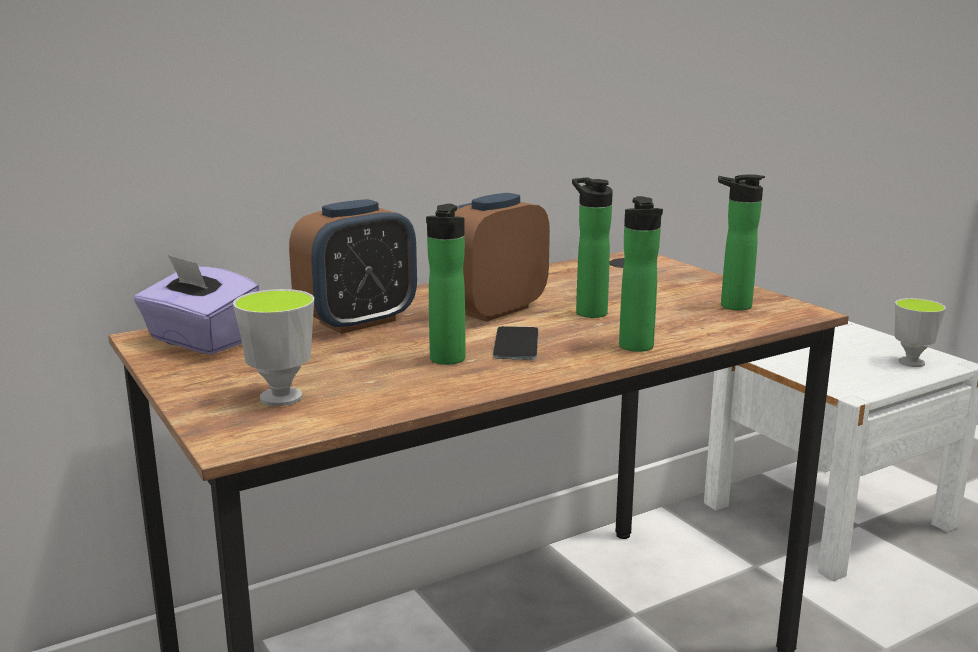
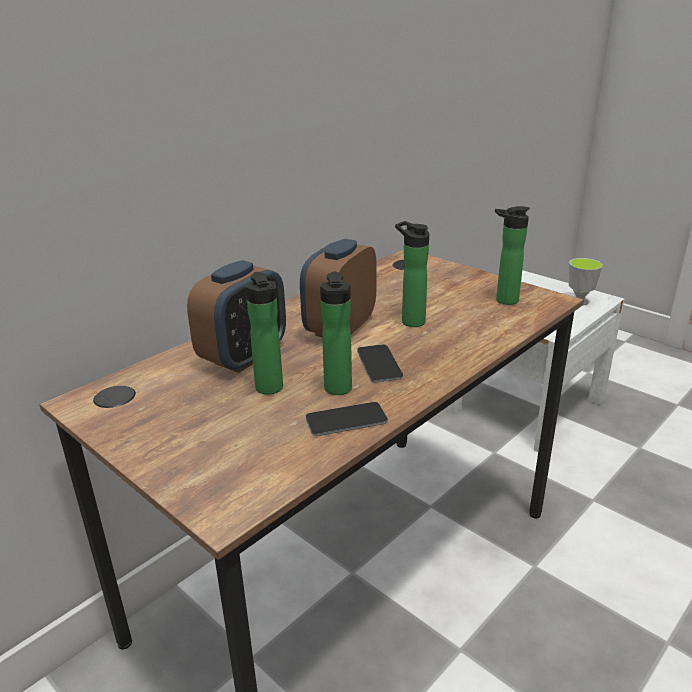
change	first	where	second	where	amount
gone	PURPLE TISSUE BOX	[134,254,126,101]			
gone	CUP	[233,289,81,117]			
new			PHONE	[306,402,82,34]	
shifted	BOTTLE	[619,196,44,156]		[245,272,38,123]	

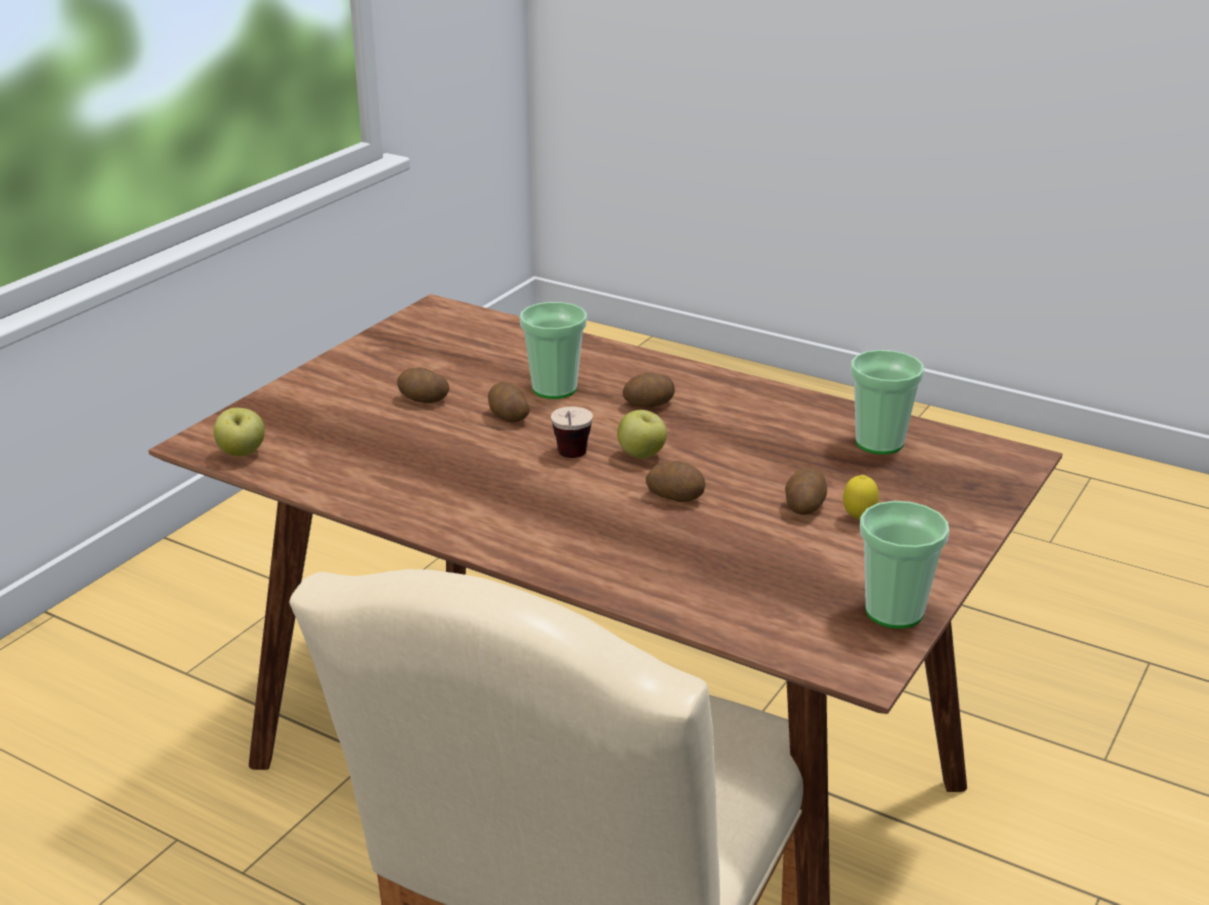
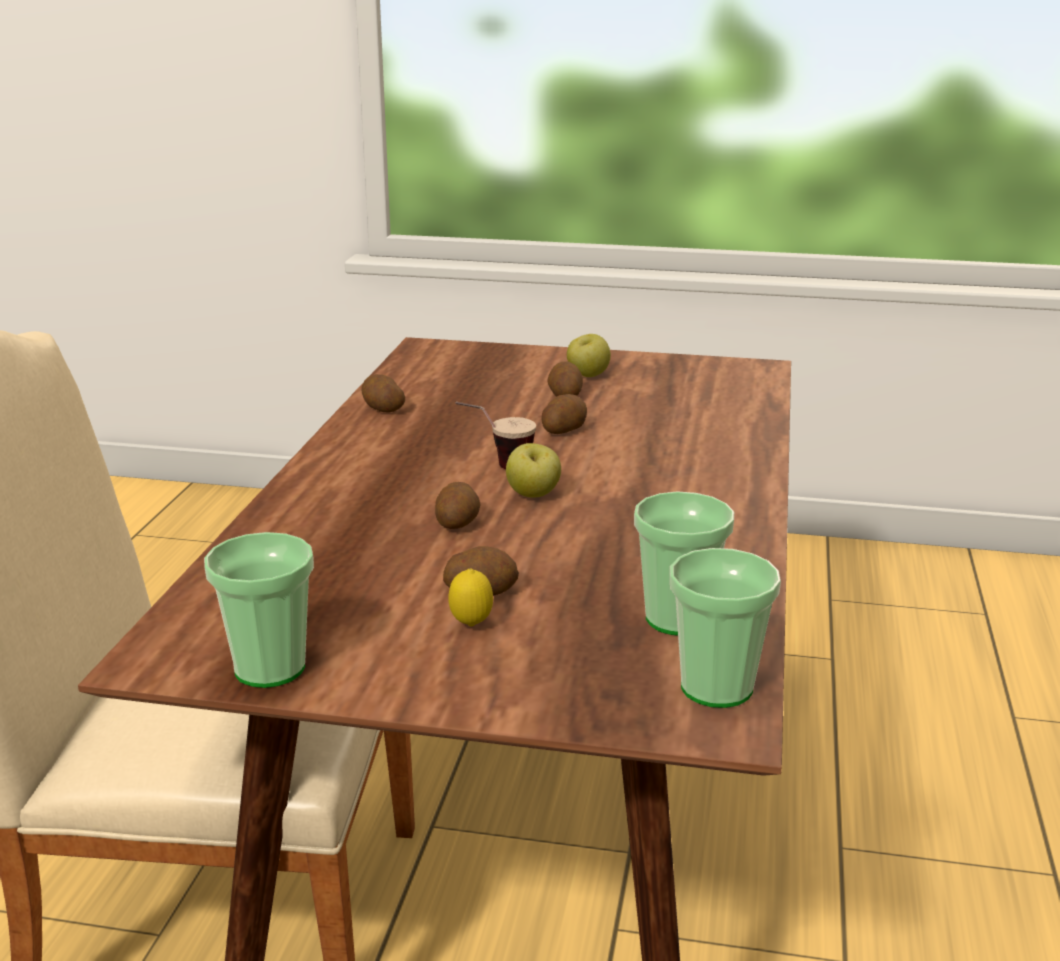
change	first	where	second	where	amount
shifted	APPLE	[214,408,51,48]		[567,334,44,43]	
shifted	CUP	[520,302,67,97]		[670,548,111,160]	
shifted	POTATO	[622,372,53,35]		[362,374,43,39]	

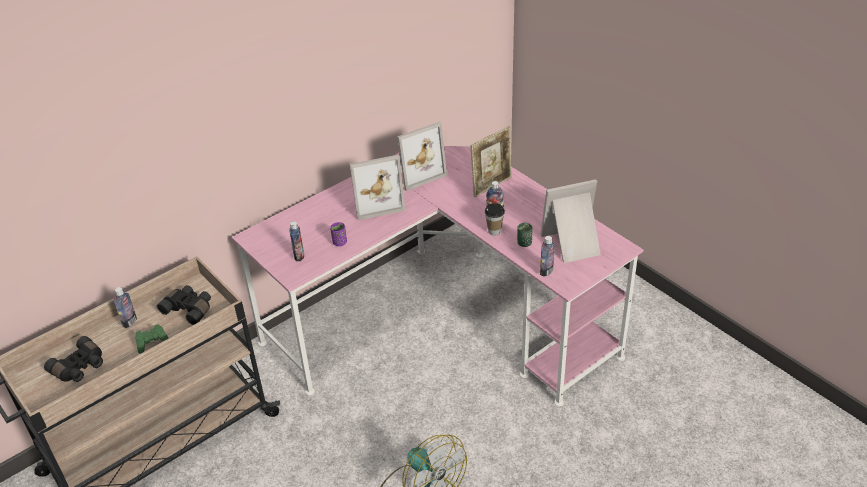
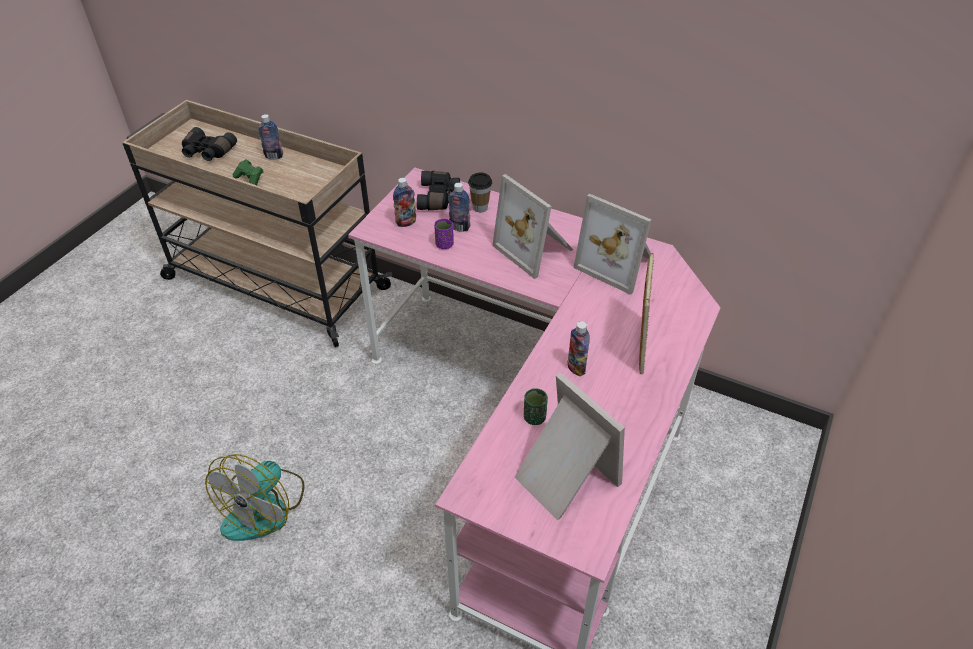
change	first	where	second	where	amount
shifted	BLACK BINOCULARS	[157,285,54,40]		[417,171,43,39]	
shifted	CUP	[485,203,20,33]		[468,173,24,39]	
shifted	BOTTLE	[540,236,15,41]		[448,183,23,49]	
rotated	PICTURE FRAME	[471,126,41,71]		[639,253,15,121]	105 degrees counterclockwise

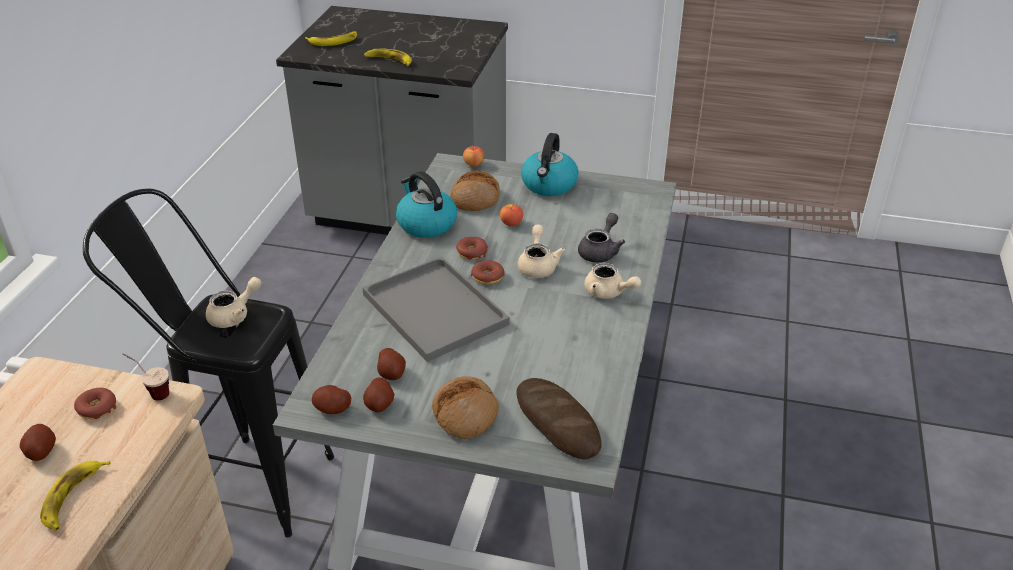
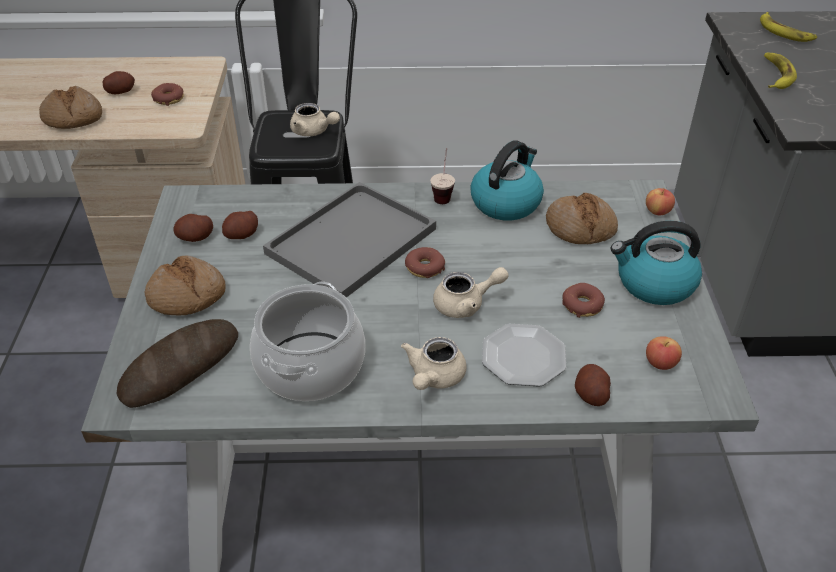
change	first	where	second	where	amount
new			COOKING POT	[250,282,115,119]	
shifted	CUP	[123,353,46,47]		[430,148,25,56]	
shifted	POTATO	[312,385,39,29]		[575,364,36,42]	
shifted	DONUT	[456,237,32,23]		[562,283,43,35]	
shifted	APPLE	[500,204,23,22]		[646,336,36,34]	
swapped	BANANA	[40,461,71,70]	BREAD	[39,86,63,43]	
swapped	GREY TEAPOT	[578,213,47,50]	PLATE	[482,324,84,63]	

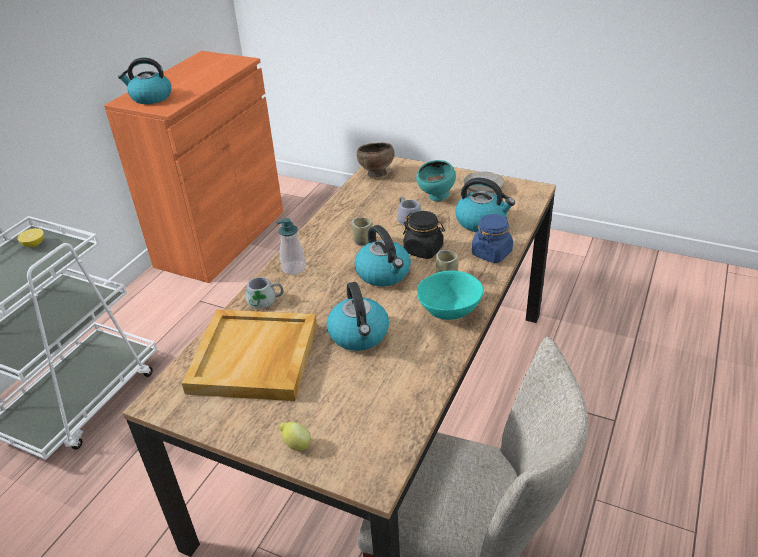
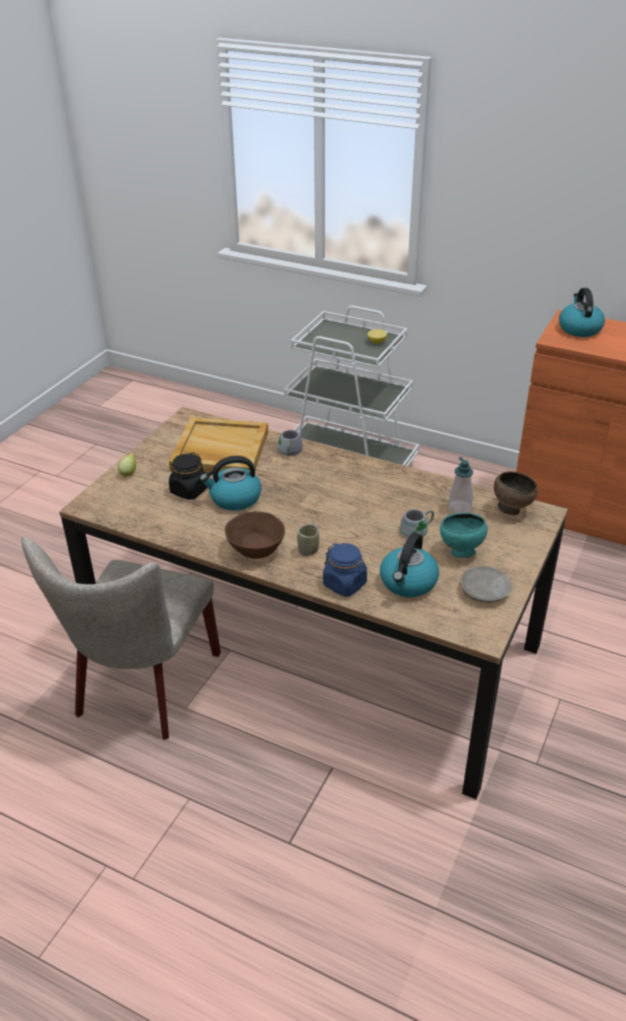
change	first	where	second	where	amount
gone	CUP	[352,218,21,28]			
gone	KETTLE	[355,225,56,62]			
shifted	SOAP DISPENSER	[277,218,29,57]		[448,457,25,56]	
shifted	BLACK JAR	[403,211,42,48]		[169,452,38,48]	
repainted	TURQUOISE BOWL	[417,271,66,49]	BROWN BOWL	[225,511,60,48]	

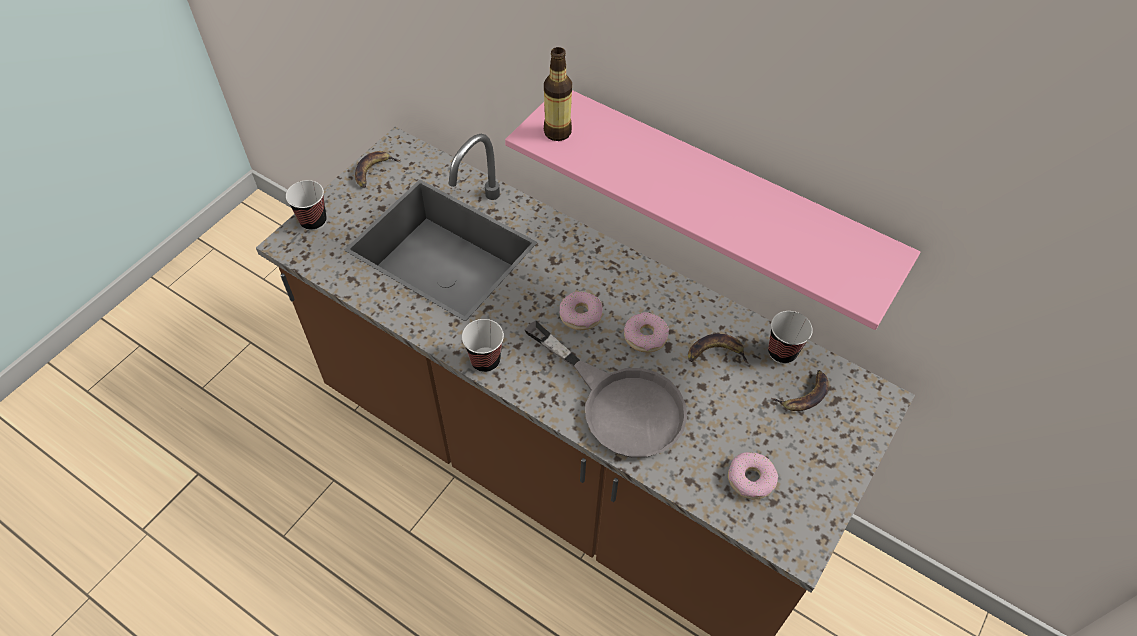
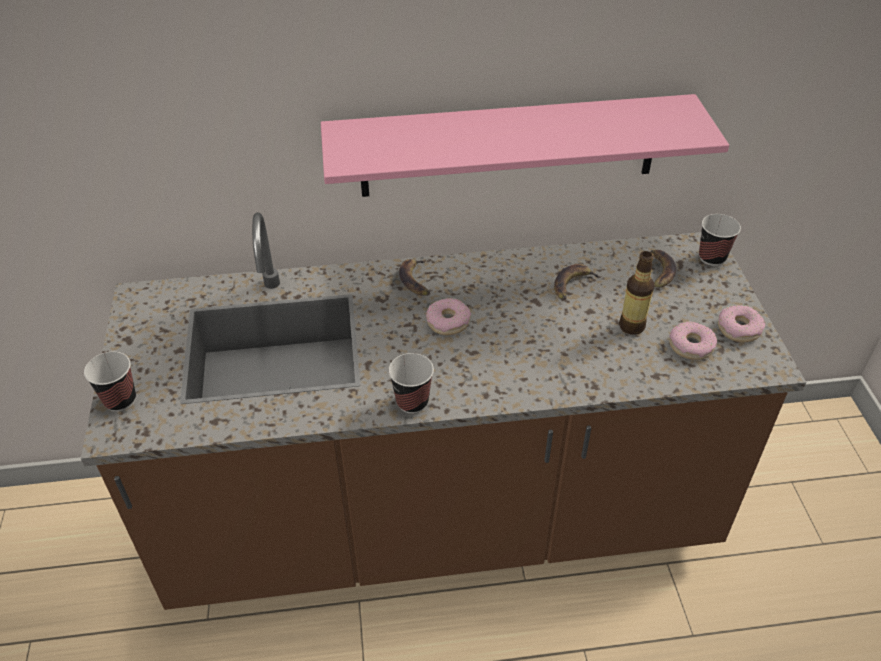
change	first	where	second	where	amount
gone	GREY FRYING PAN	[525,321,162,137]			
shifted	BANANA	[355,151,45,37]		[399,259,31,37]	
shifted	BOTTLE	[544,47,28,94]		[619,251,35,84]	
shifted	DONUT	[624,312,45,41]		[718,305,47,37]	
shifted	CUP	[768,311,45,53]		[699,214,42,52]	

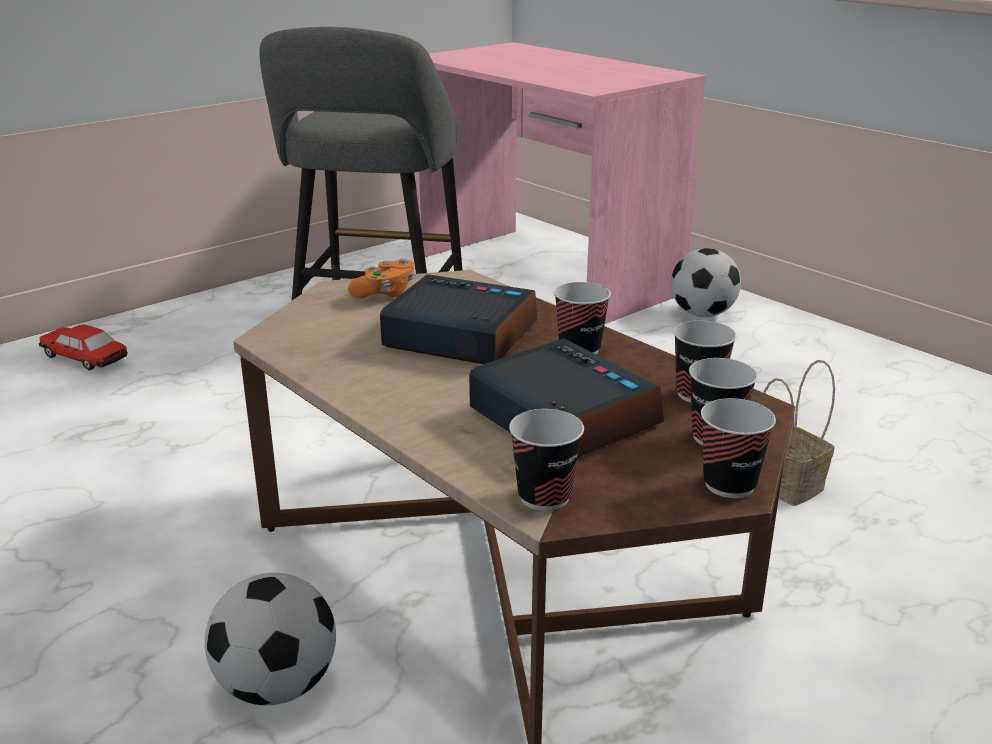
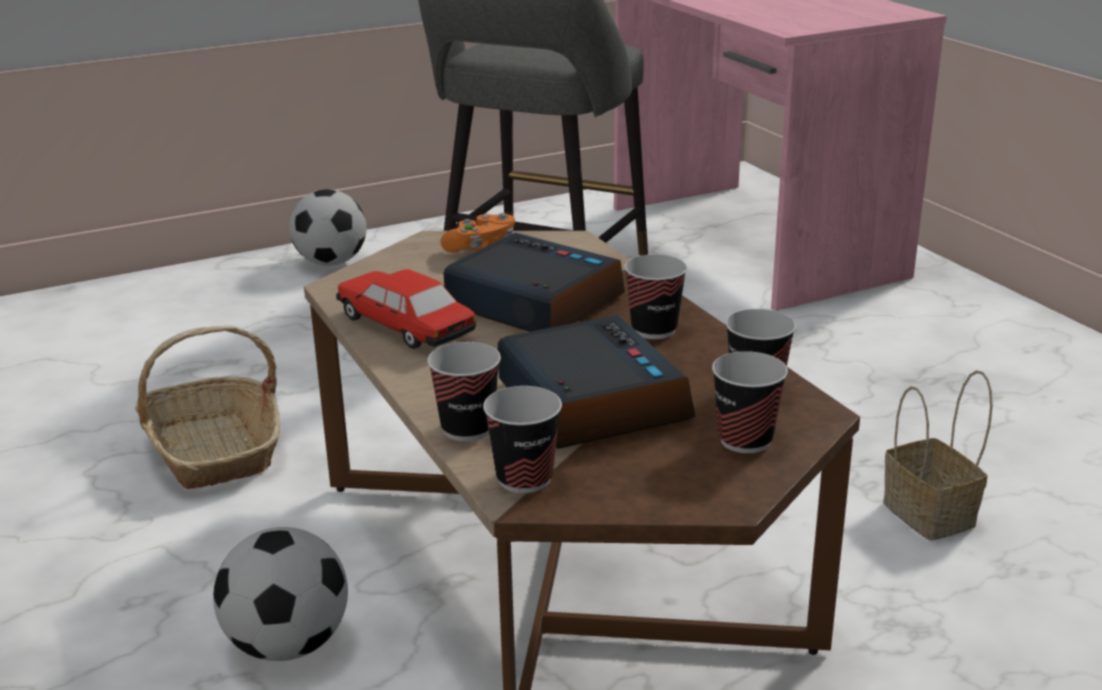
change	first	where	second	where	amount
new			BASKET	[135,326,145,163]	
shifted	TOY CAR	[39,324,89,46]		[336,269,140,80]	
shifted	FOOTBALL	[671,248,70,69]		[289,189,77,77]	
shifted	CUP	[701,398,75,100]		[427,342,74,99]	

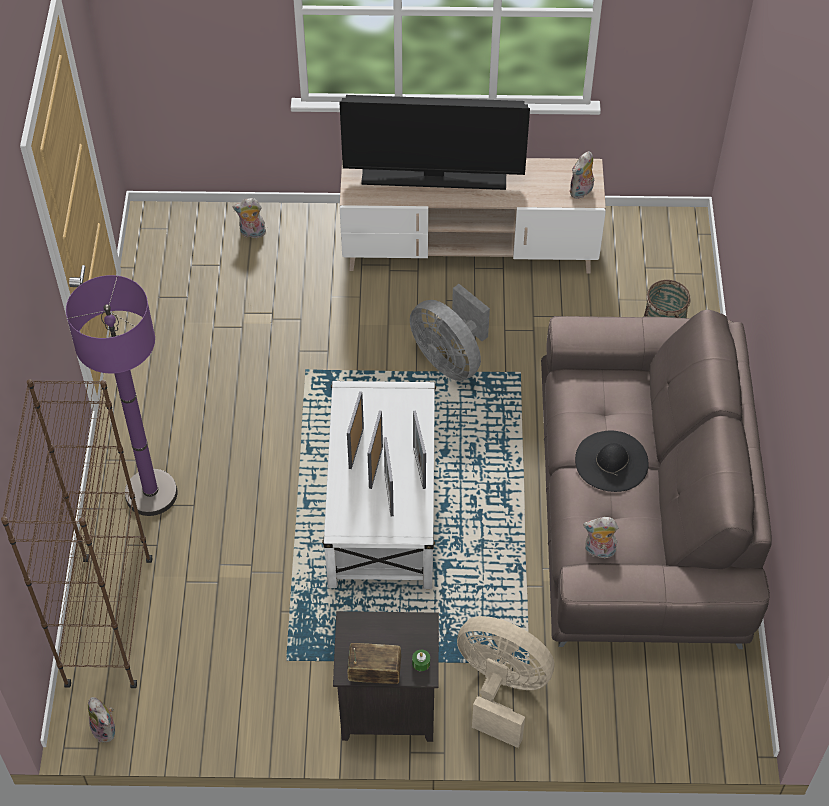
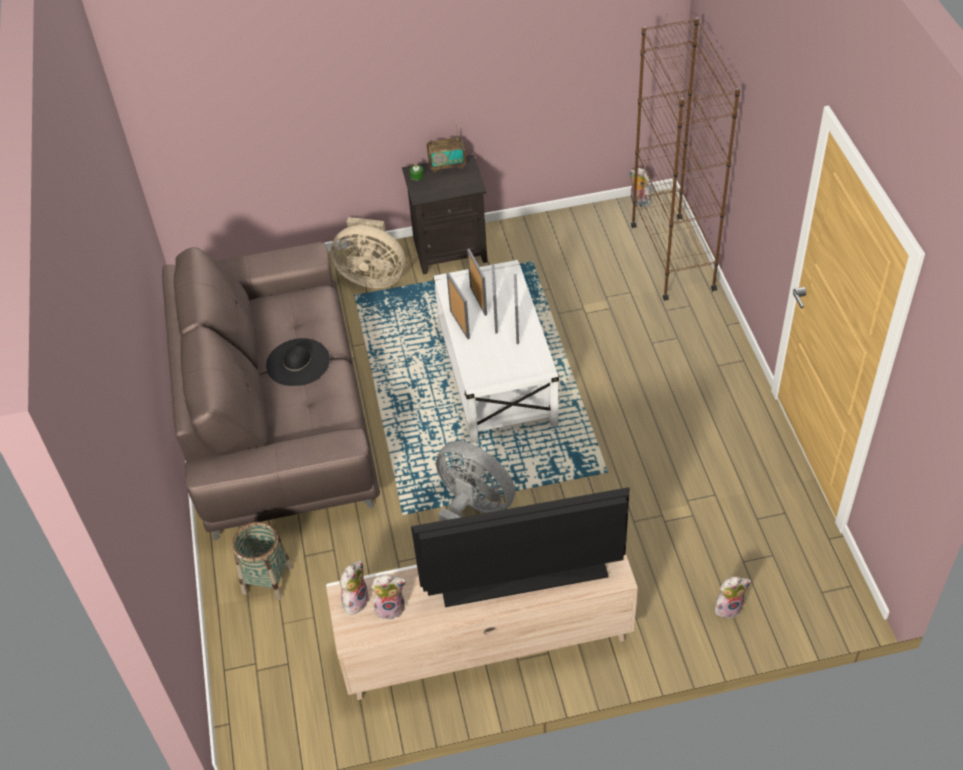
change	first	where	second	where	amount
gone	PURPLE FLOOR LAMP	[66,275,112,241]			
shifted	PLUSH TOY	[583,517,35,42]		[371,574,36,46]	

